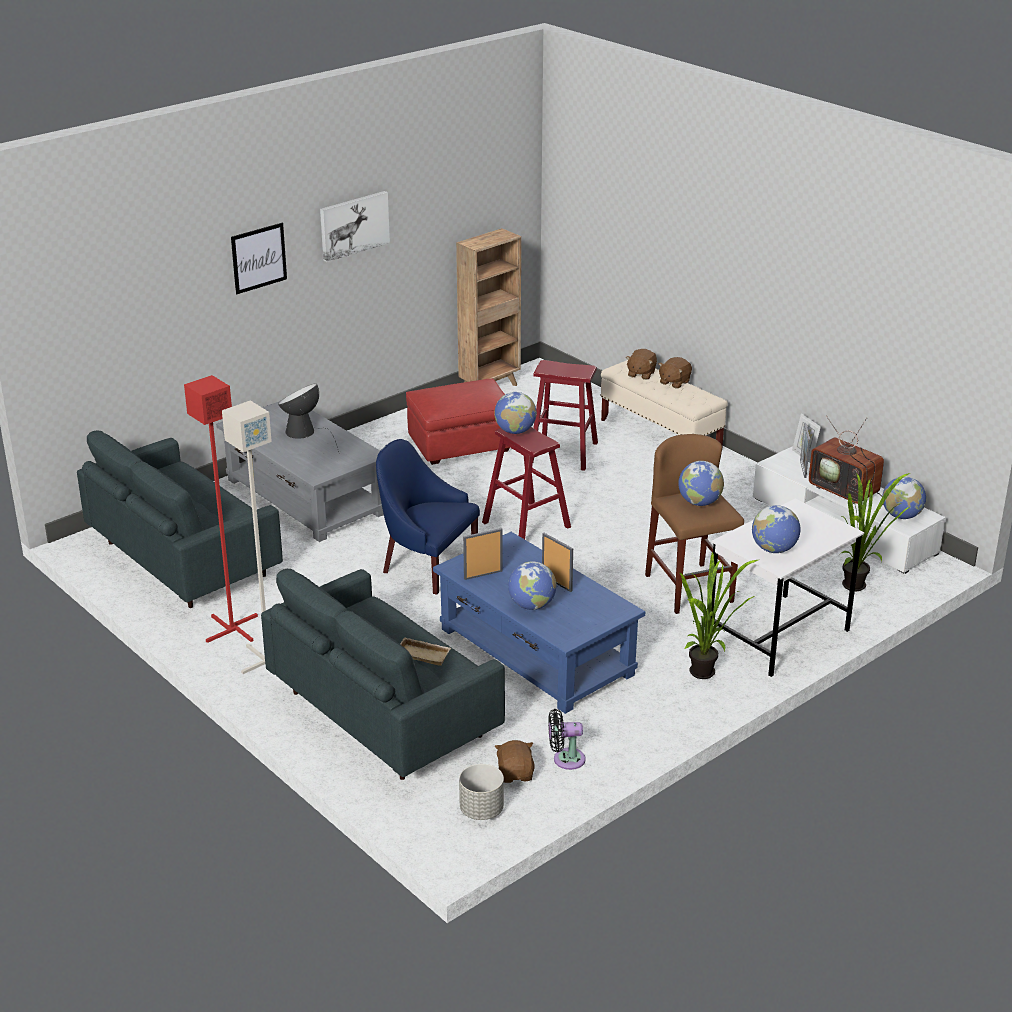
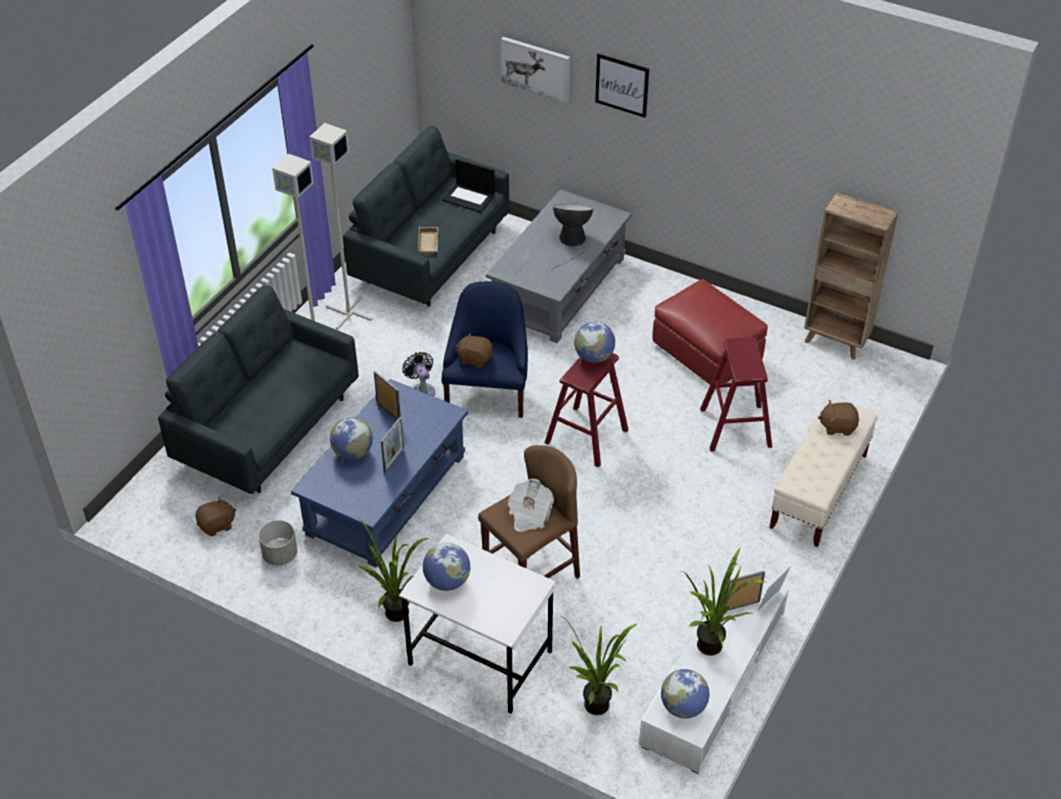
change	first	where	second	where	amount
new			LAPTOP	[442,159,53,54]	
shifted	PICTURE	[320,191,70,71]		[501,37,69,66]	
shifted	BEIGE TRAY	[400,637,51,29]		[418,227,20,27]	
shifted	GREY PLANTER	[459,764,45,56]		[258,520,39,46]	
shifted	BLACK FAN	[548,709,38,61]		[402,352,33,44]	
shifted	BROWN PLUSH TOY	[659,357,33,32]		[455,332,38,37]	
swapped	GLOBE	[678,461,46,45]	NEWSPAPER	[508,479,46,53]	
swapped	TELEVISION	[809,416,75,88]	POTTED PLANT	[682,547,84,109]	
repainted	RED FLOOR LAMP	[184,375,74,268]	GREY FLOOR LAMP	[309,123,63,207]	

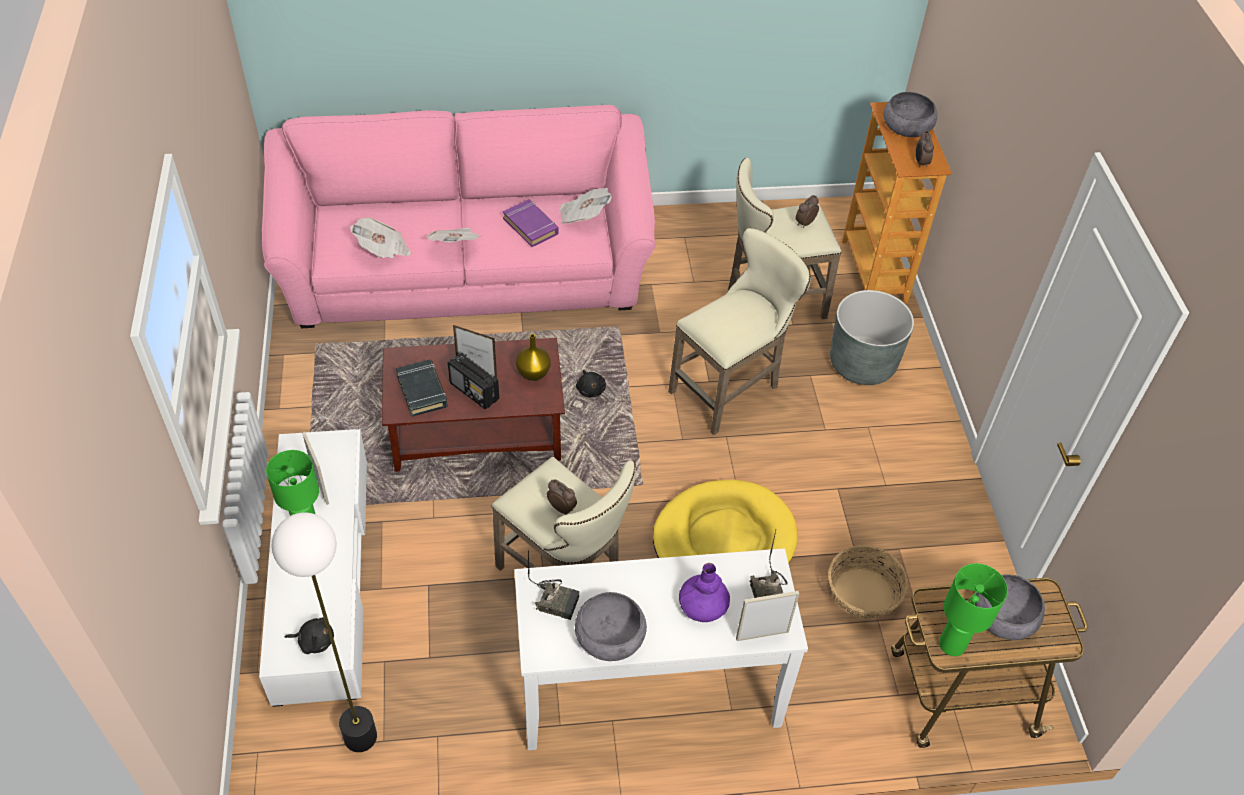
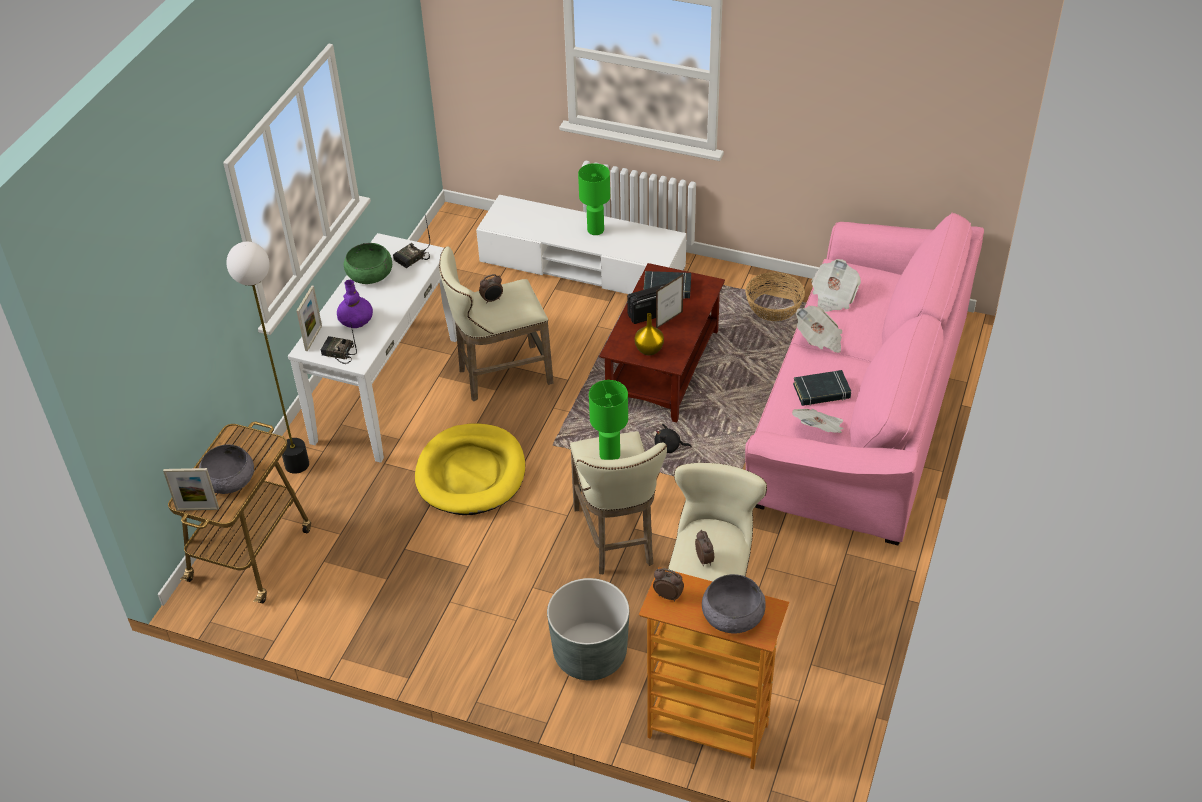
change	first	where	second	where	amount
gone	BLACK PLUSH TOY	[285,617,49,37]			
shifted	FLOOR LAMP	[272,512,105,240]		[226,242,83,232]	
shifted	PICTURE FRAME	[302,432,27,73]		[163,468,56,43]	
shifted	BASKET	[828,545,80,74]		[745,272,60,49]	
shifted	GREEN TABLE LAMP	[939,563,69,93]		[589,380,39,80]	
repainted	PURPLE BOOK	[503,199,56,48]	BLACK BOOK	[793,370,58,36]	
repainted	GREY BOWL	[575,592,72,69]	GREEN BOWL	[344,243,48,41]	

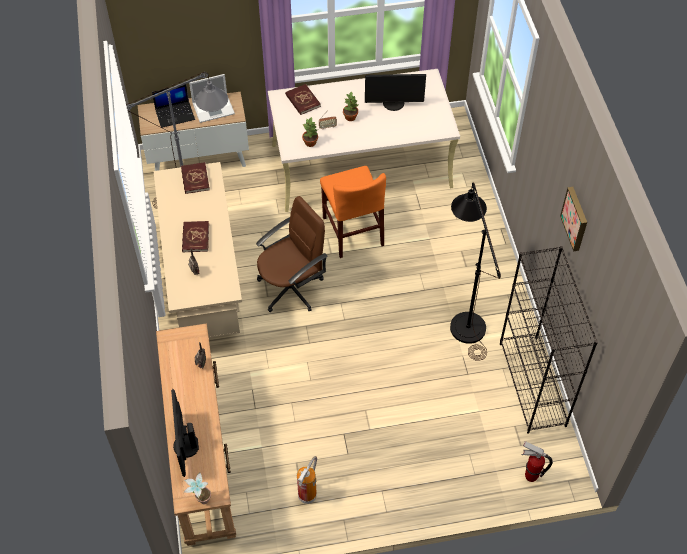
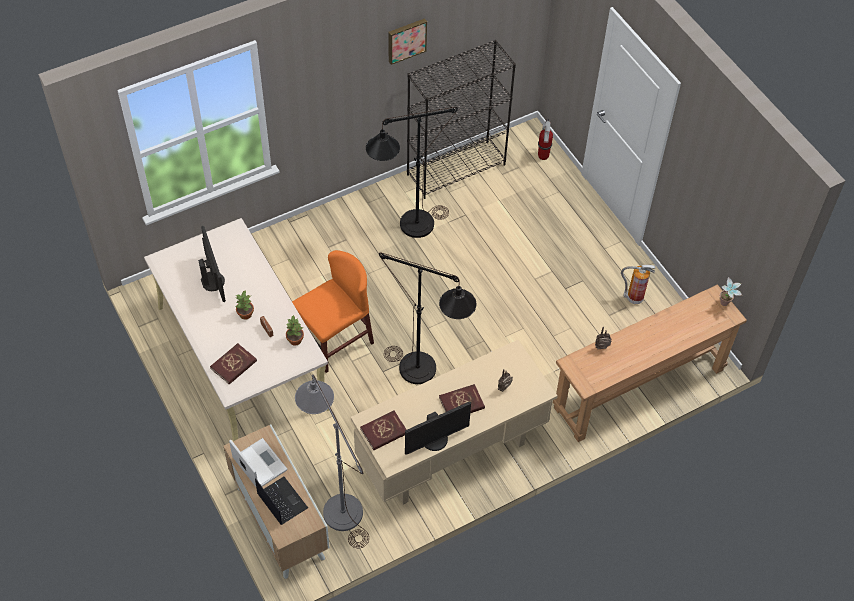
change	first	where	second	where	amount
shifted	MONITOR	[171,389,28,88]		[405,402,66,53]	
swapped	BROWN OFFICE CHAIR	[256,196,71,116]	BLACK FLOOR LAMP	[379,252,97,132]	

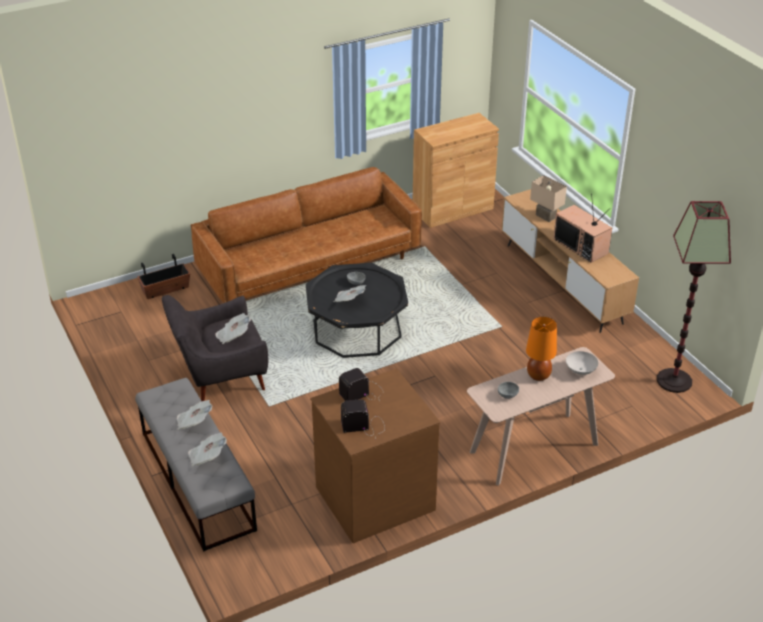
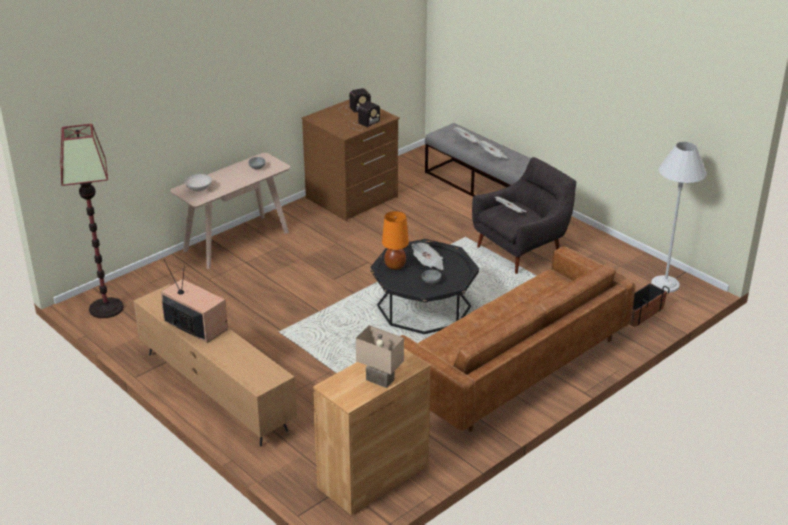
change	first	where	second	where	amount
new			WHITE FLOOR LAMP	[651,142,56,151]	
shifted	ORANGE TABLE LAMP	[526,317,31,64]		[382,211,27,59]	
shifted	BEIGE TABLE LAMP	[530,175,37,47]		[356,325,48,63]	

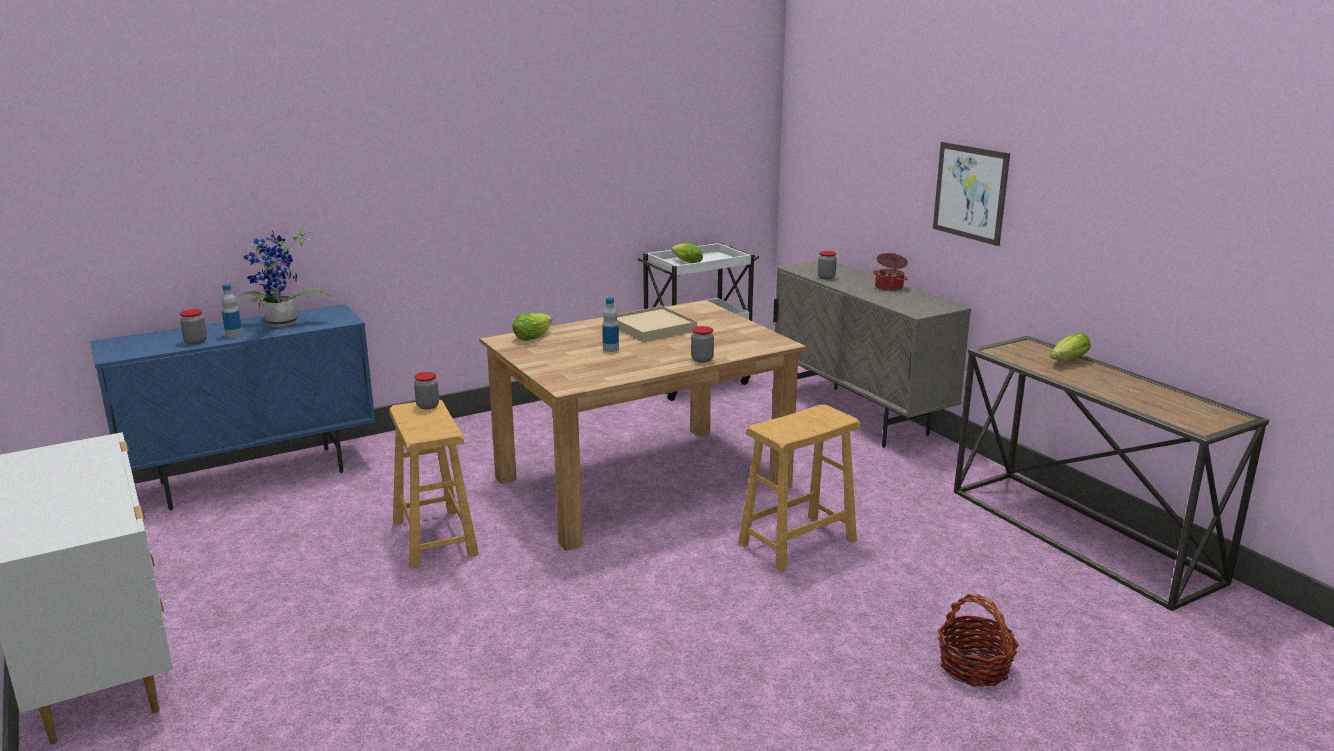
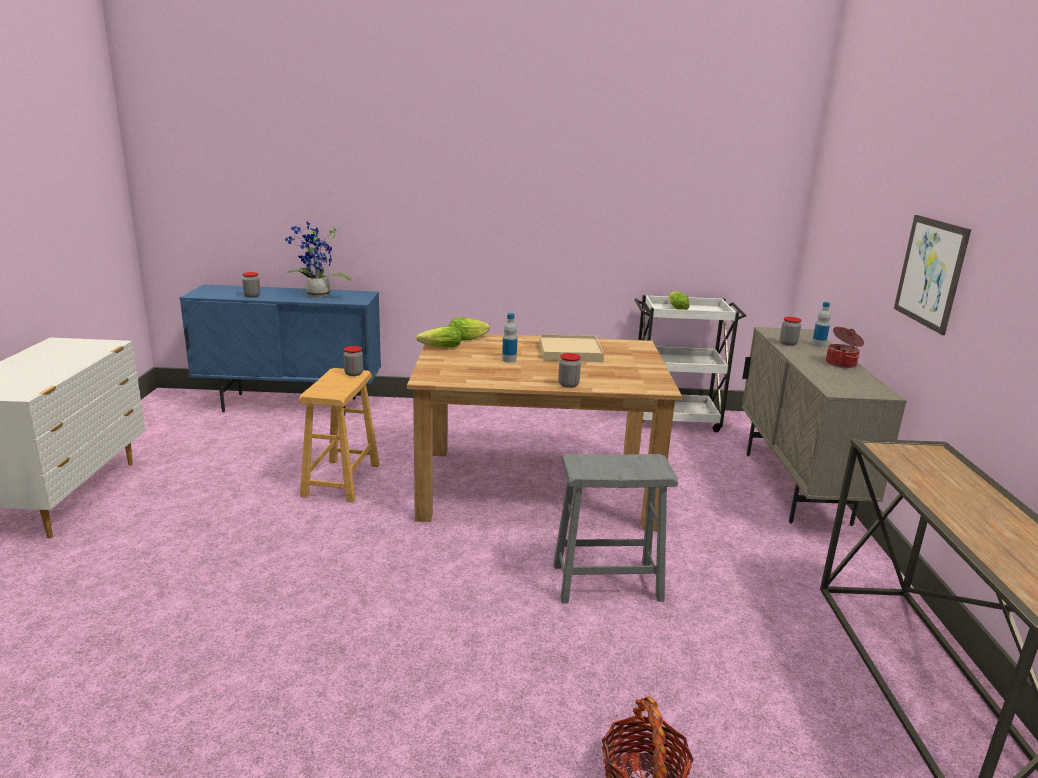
change	first	where	second	where	amount
shifted	BOTTLE	[221,284,22,54]		[812,302,19,45]	
shifted	LETTUCE	[1050,333,41,28]		[416,326,46,21]	
repainted	BROWN STOOL	[738,405,122,167]	GREY STOOL	[553,454,125,149]	

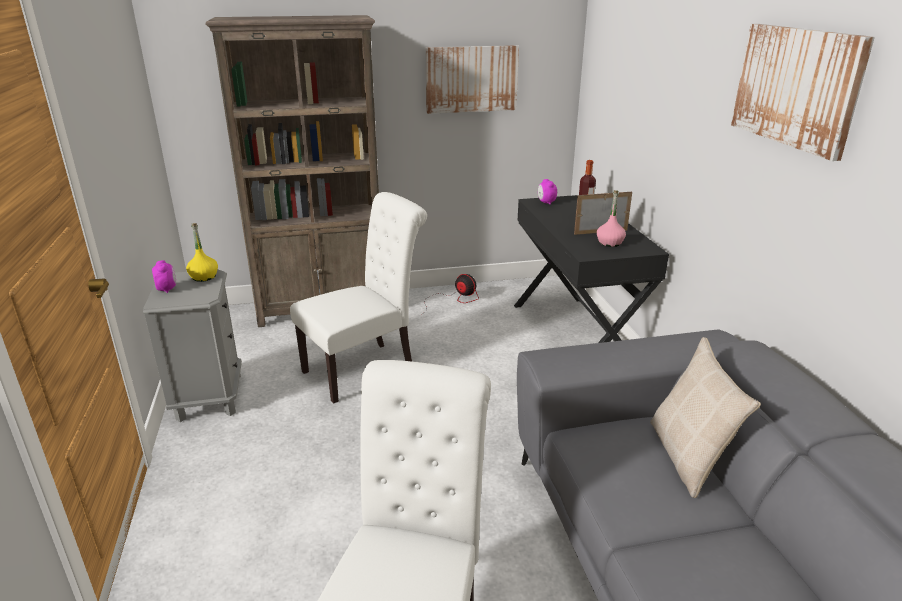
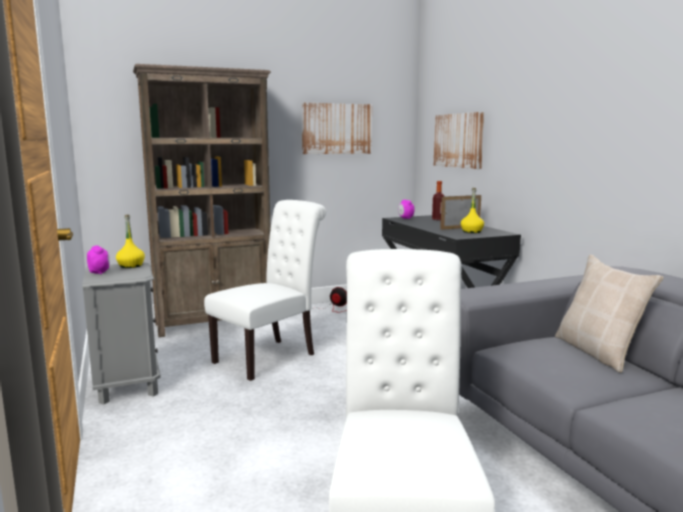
change	first	where	second	where	amount
shifted	PICTURE	[731,24,144,137]		[434,112,50,57]	
repainted	PINK BOTTLE	[597,190,29,57]	YELLOW BOTTLE	[461,188,23,45]	

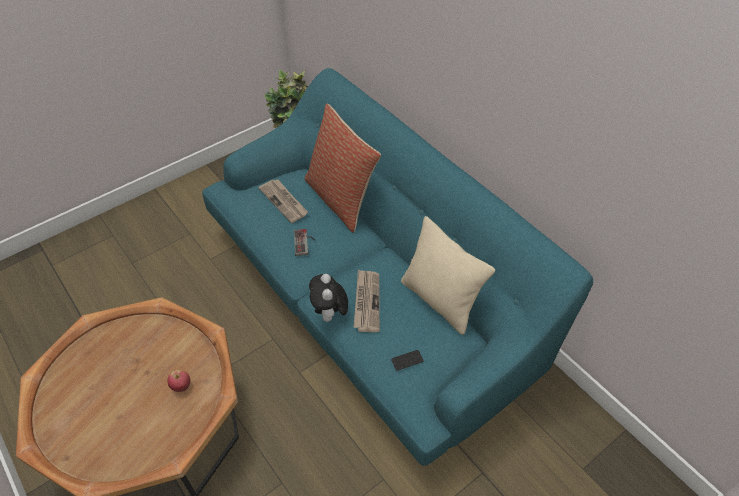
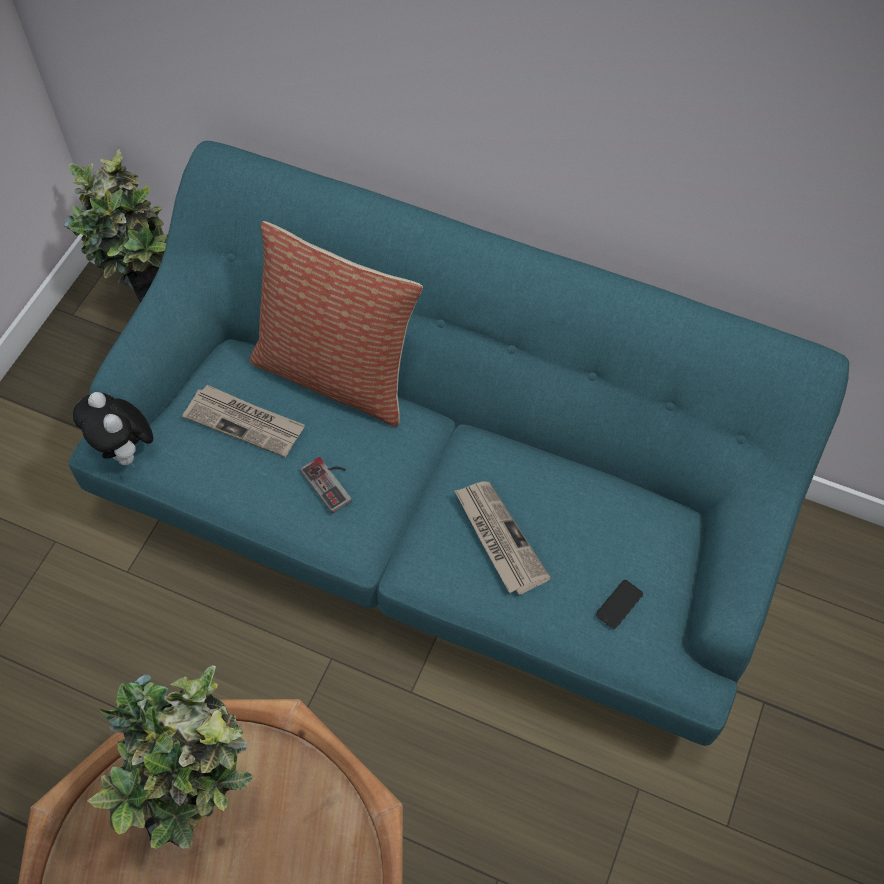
change	first	where	second	where	amount
gone	APPLE	[168,370,22,22]			
gone	BEIGE PILLOW	[401,216,94,119]			
new			POTTED PLANT	[87,665,166,184]	
shifted	PLUSH TOY	[309,274,39,48]		[73,392,80,74]	

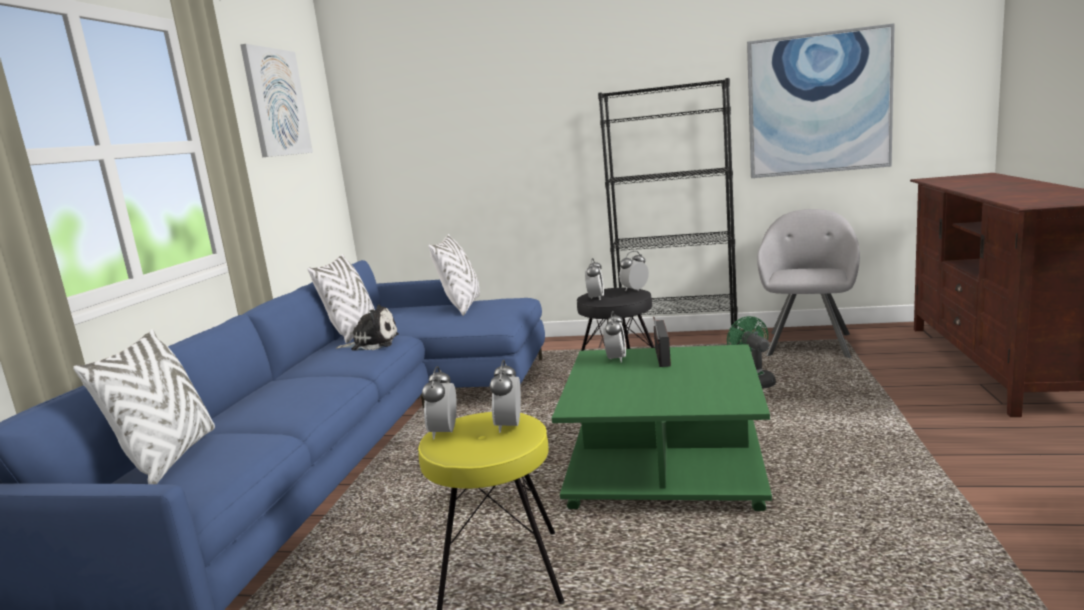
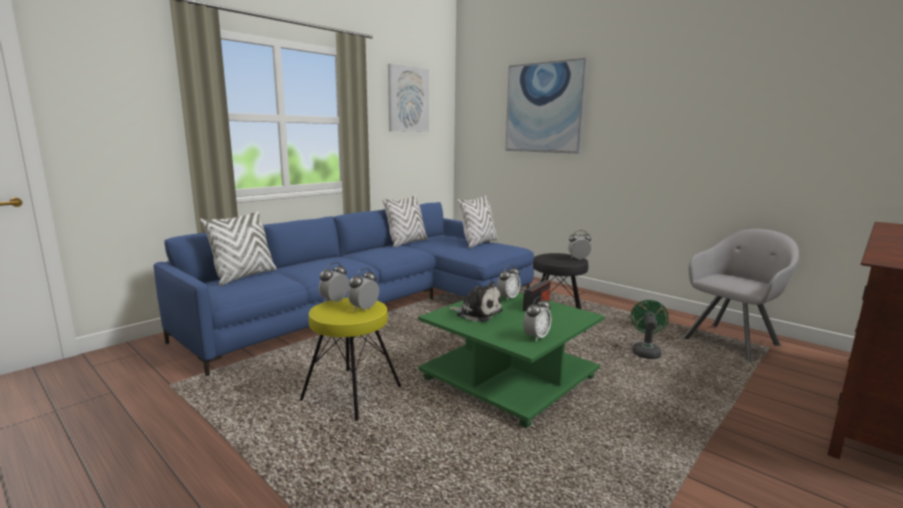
change	first	where	second	where	amount
gone	BLACK BOOKCASE	[598,78,141,267]			
shifted	PLUSH TOY	[336,305,63,46]		[448,281,55,41]	
shifted	ALARM CLOCK	[585,258,19,42]		[523,296,28,45]	
shifted	PICTURE	[747,23,148,155]		[505,58,83,96]	

